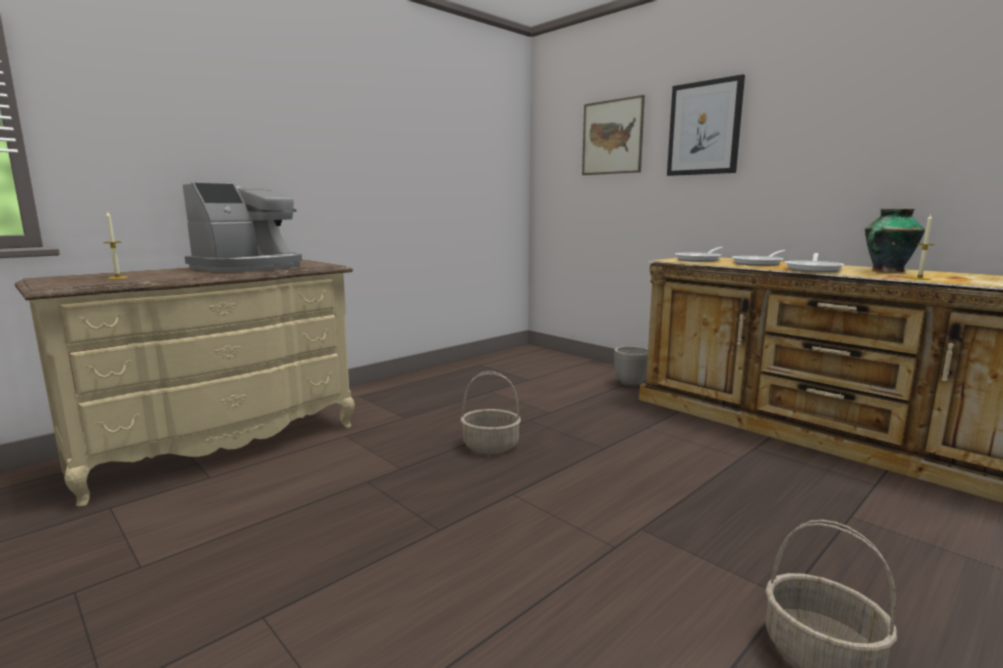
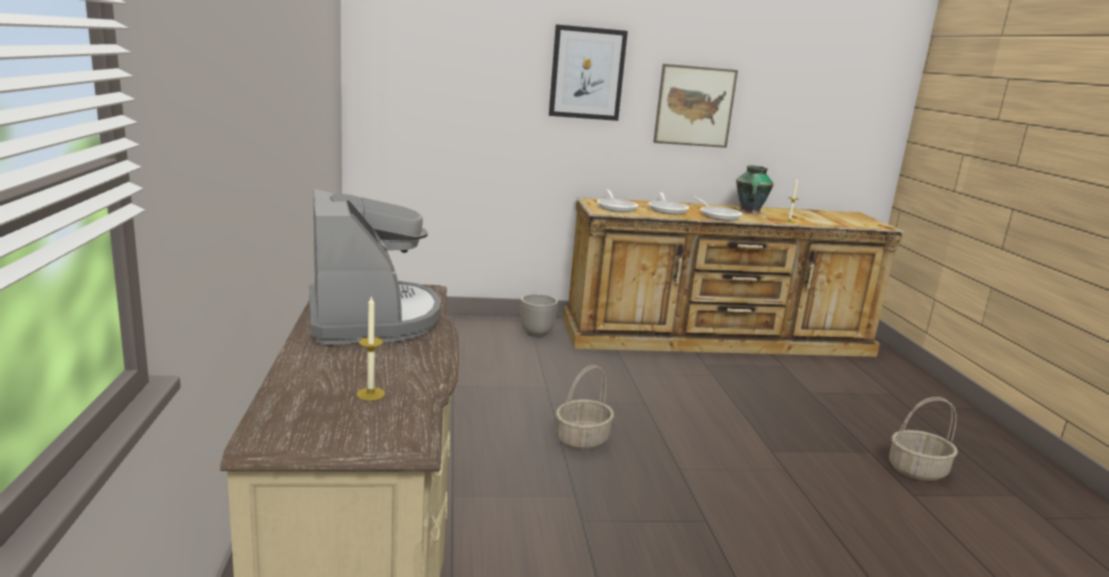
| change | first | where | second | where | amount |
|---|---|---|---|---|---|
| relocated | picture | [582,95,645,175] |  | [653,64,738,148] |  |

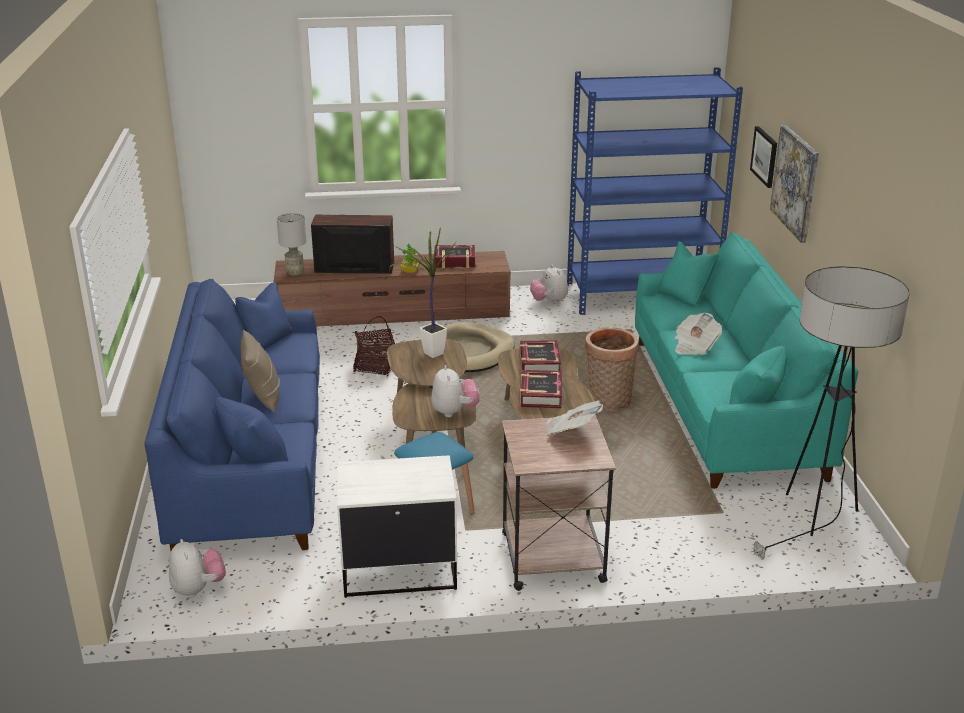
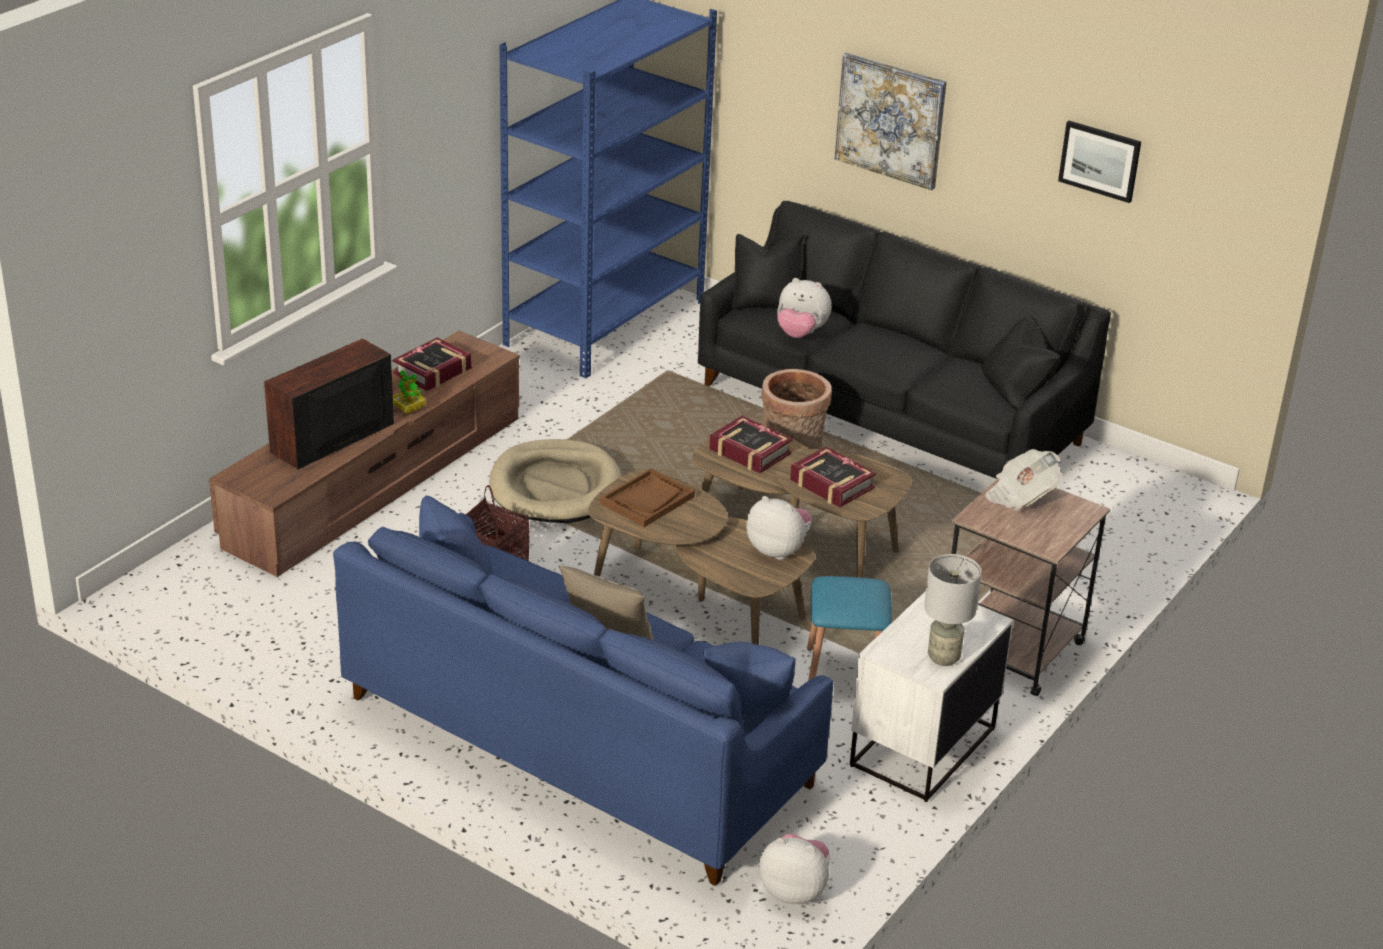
| change | first | where | second | where | amount |
|---|---|---|---|---|---|
| missing | newspaper | [675,313,722,355] |  |  |  |
| missing | floor lamp | [751,266,910,560] |  |  |  |
| relocated | grey table lamp | [276,213,307,276] |  | [924,554,981,666] |  |
| relocated | plush toy | [530,265,568,304] |  | [777,278,831,338] |  |
| relocated | picture | [750,126,777,188] |  | [1058,121,1141,203] |  |
| exchanged | potted plant | [389,227,466,358] | brown tray | [600,468,695,527] |  |
| colour | turquoise sofa | [635,232,858,489] | black sofa | [698,201,1111,479] |  |

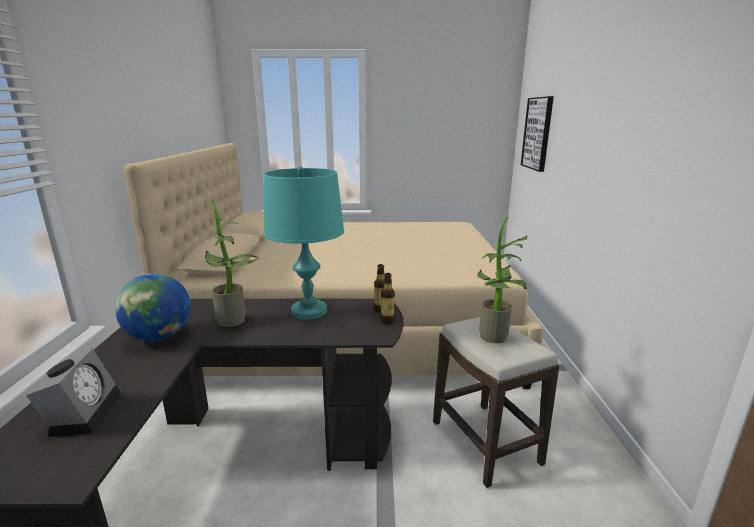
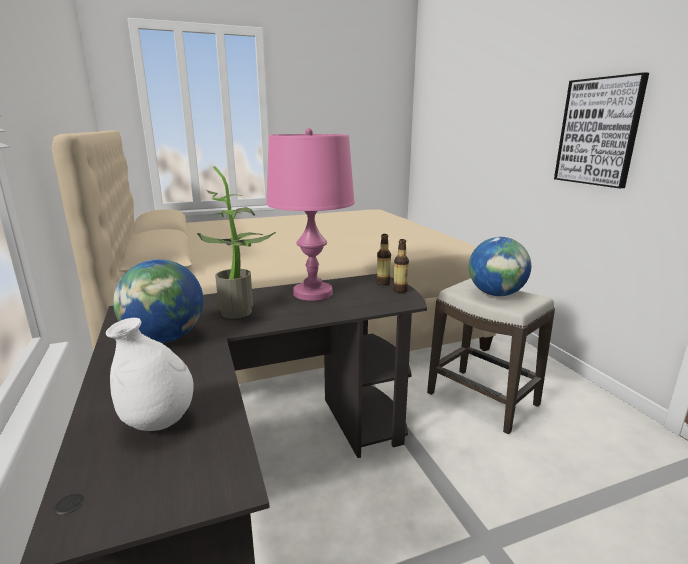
| change | first | where | second | where | amount |
|---|---|---|---|---|---|
| relocated | picture | [521,96,554,172] |  | [554,72,649,188] |  |
| exchanged | alarm clock | [26,348,121,437] | white vase | [106,318,194,431] |  |
| exchanged | potted plant | [478,216,528,343] | globe | [469,237,531,296] |  |
| colour | turquoise table lamp | [263,167,344,320] | pink table lamp | [266,128,355,301] |  |

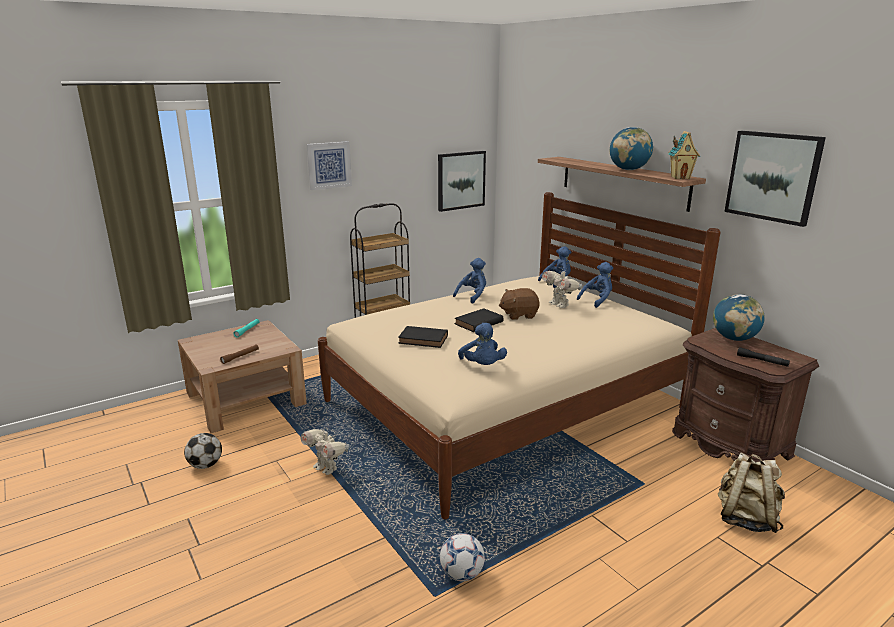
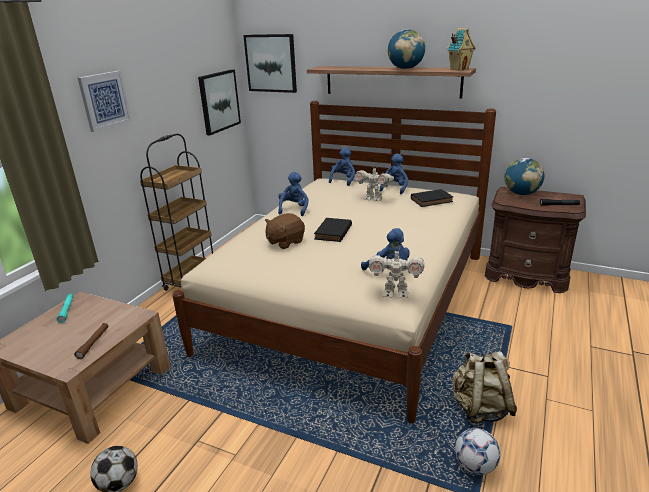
| change | first | where | second | where | amount |
|---|---|---|---|---|---|
| relocated | toy robot | [300,428,349,475] |  | [369,247,424,298] |  |
| relocated | black book | [398,326,448,348] |  | [411,189,453,207] |  |
| relocated | brown plush toy | [499,288,540,320] |  | [265,213,305,249] |  |
| relocated | beige backpack | [717,452,785,533] |  | [452,351,517,423] |  |
| relocated | picture | [724,131,826,227] |  | [243,34,297,93] |  |

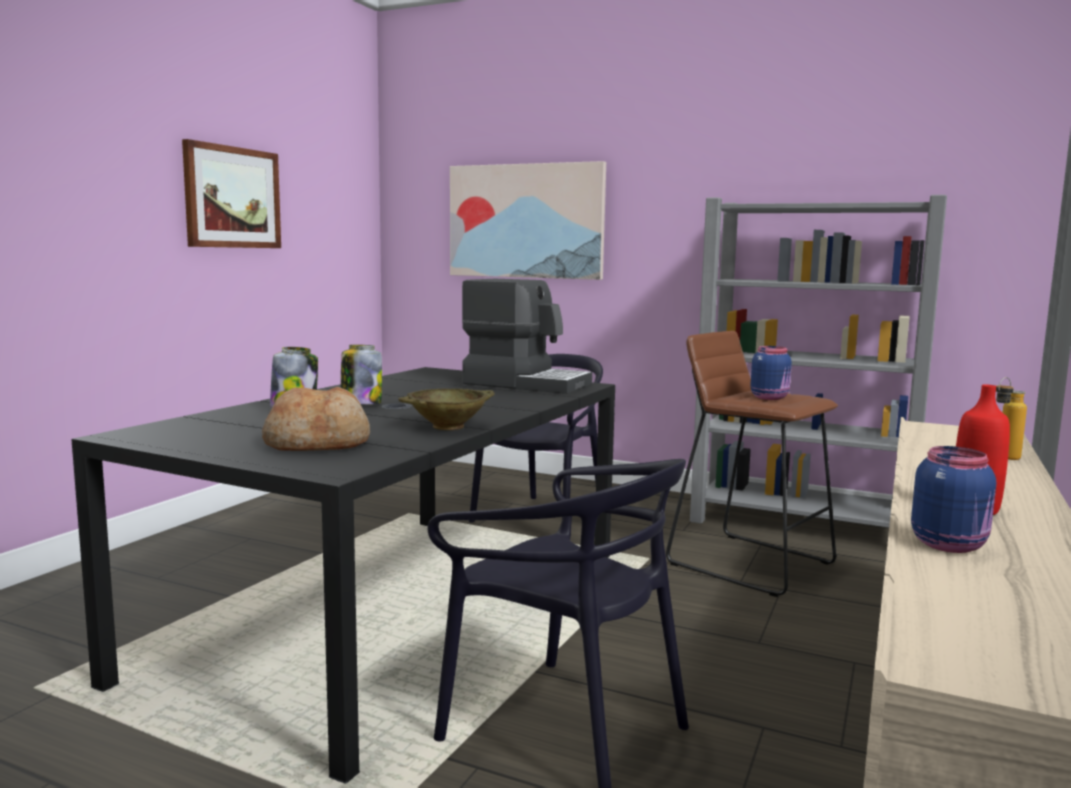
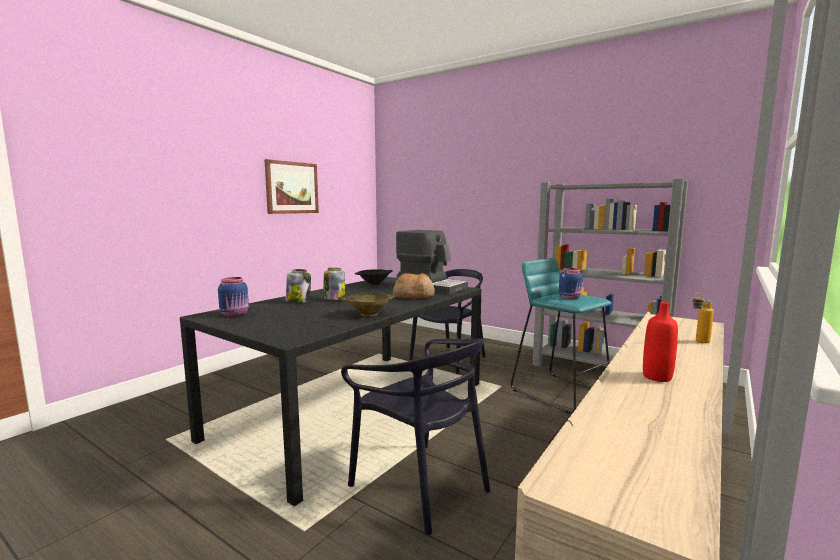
| change | first | where | second | where | amount |
|---|---|---|---|---|---|
| missing | picture | [450,161,606,280] |  |  |  |
| appeared |  |  | black bowl | [355,269,393,285] |  |
| relocated | bread | [262,387,370,451] |  | [393,273,435,299] |  |
| relocated | blue jar | [911,446,996,553] |  | [218,277,249,317] |  |
| colour | brown stool | [666,331,838,597] | turquoise stool | [511,258,612,414] |  |

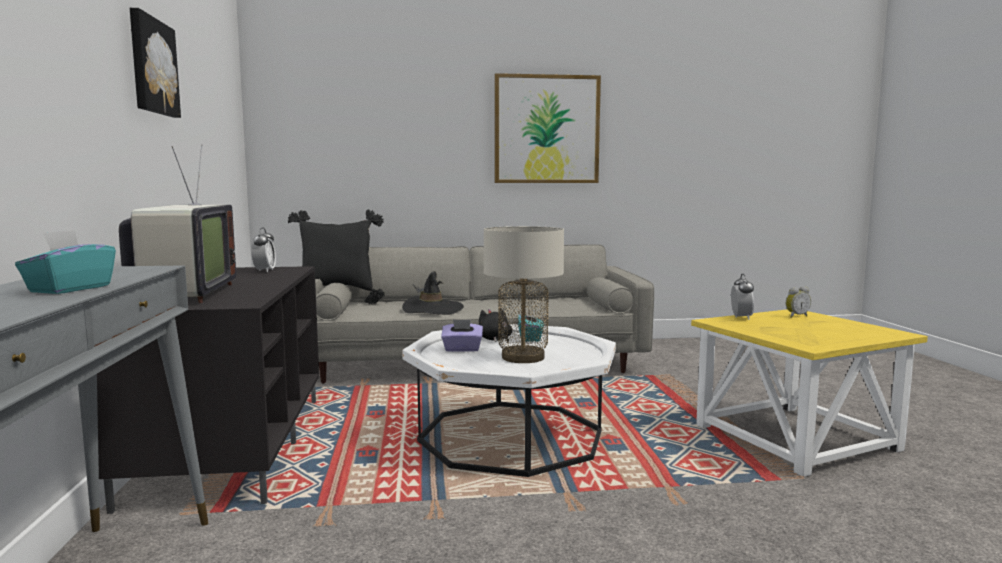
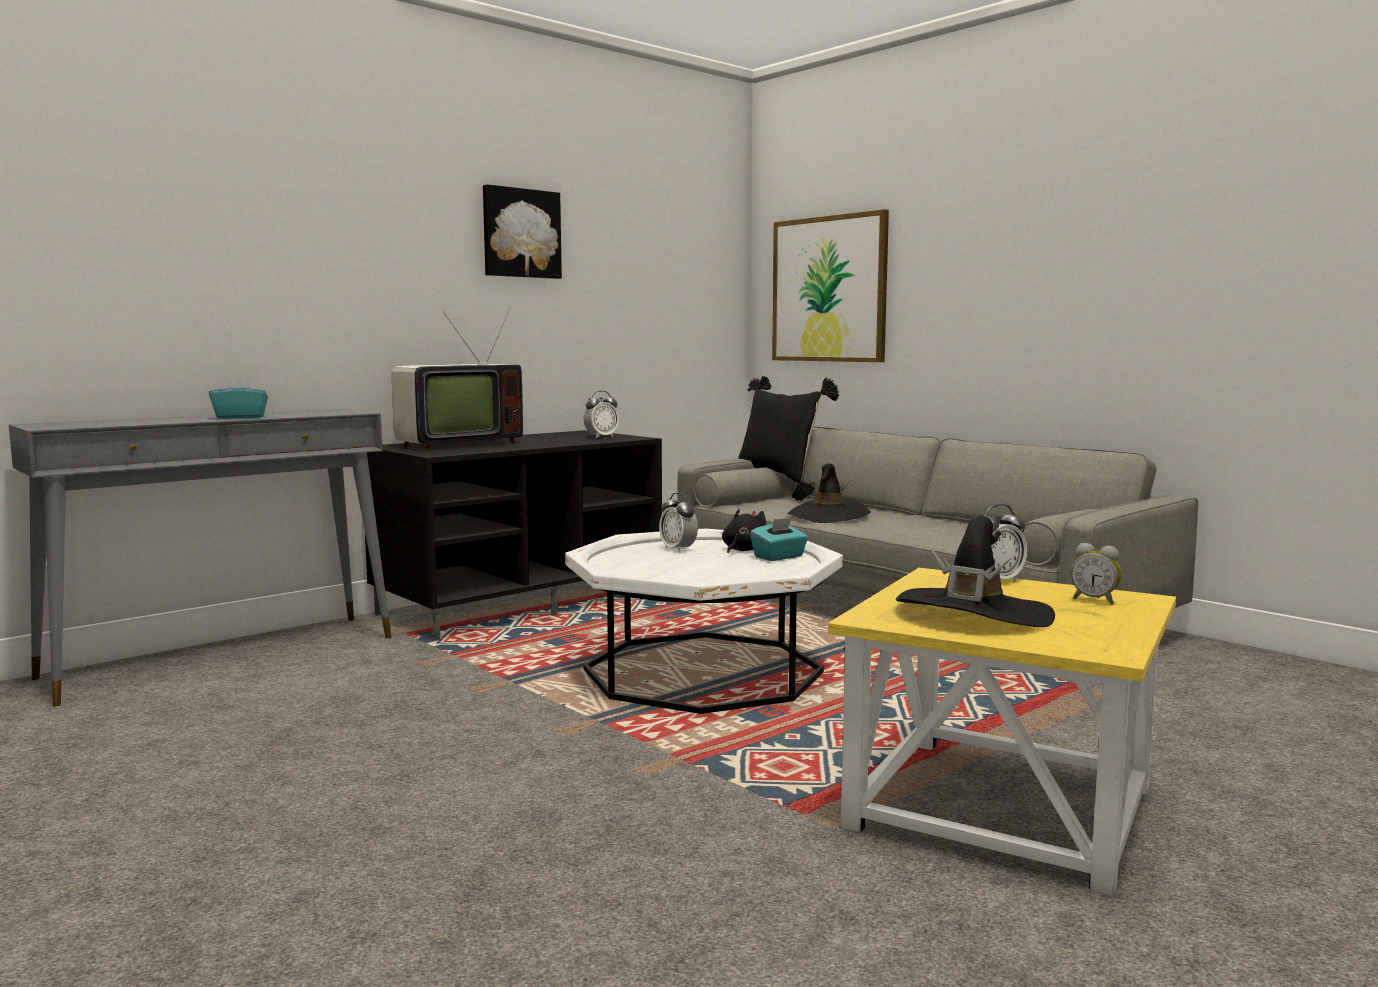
| change | first | where | second | where | amount |
|---|---|---|---|---|---|
| missing | table lamp | [484,226,564,363] |  |  |  |
| appeared |  |  | black hat | [895,516,1055,627] |  |
| relocated | picture | [494,73,601,183] |  | [772,209,889,362] |  |
| exchanged | purple tissue box | [441,319,483,352] | alarm clock | [659,493,698,552] |  |

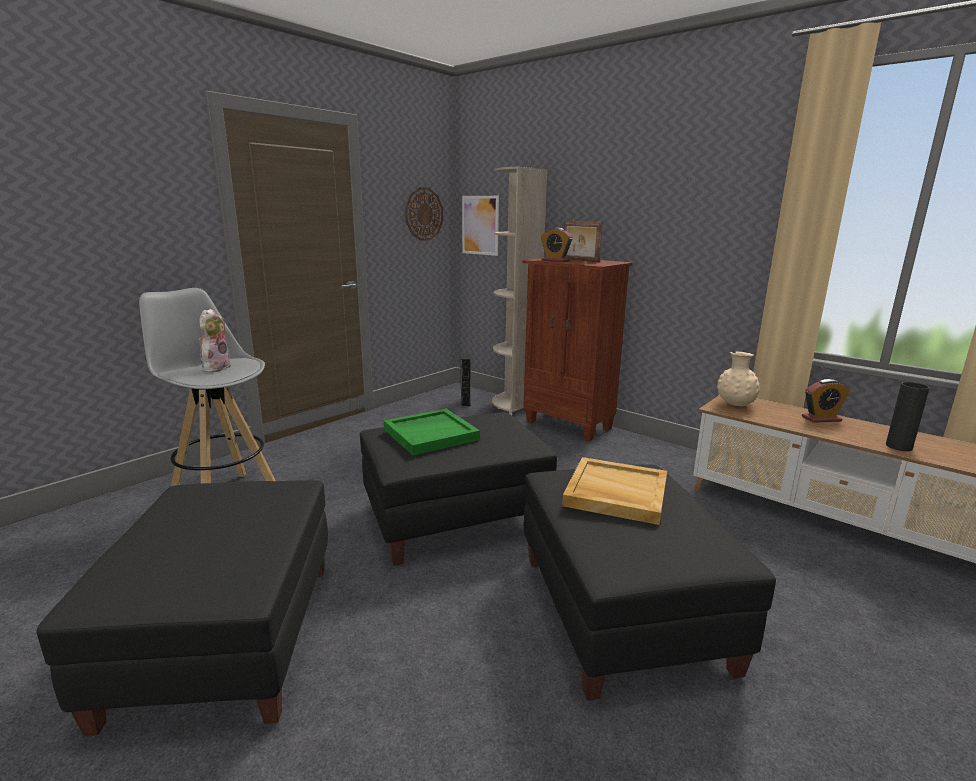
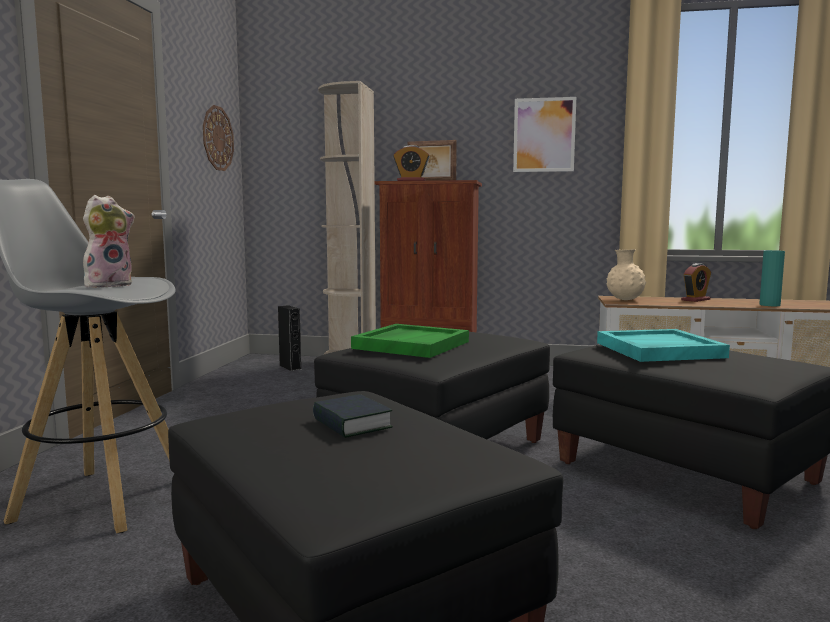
| change | first | where | second | where | amount |
|---|---|---|---|---|---|
| appeared |  |  | book | [313,394,393,438] |  |
| relocated | picture | [462,196,499,256] |  | [513,97,576,172] |  |
| colour | beige tray | [562,457,667,525] | turquoise tray | [597,329,730,362] |  |
| colour | black vase | [886,382,930,451] | turquoise vase | [759,250,785,306] |  |
| spun | plush toy | [199,309,232,372] |  | [83,195,135,288] | 60 degrees clockwise |

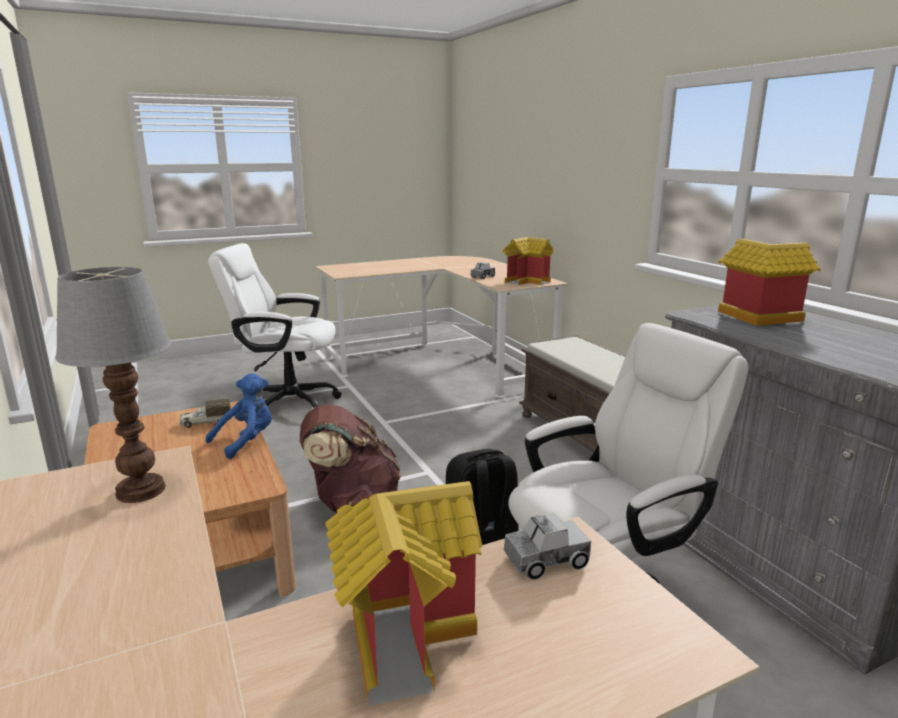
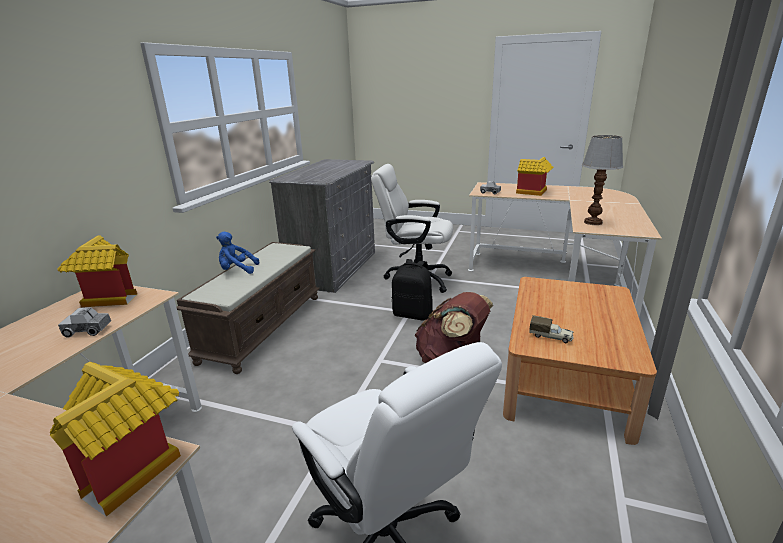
| change | first | where | second | where | amount |
|---|---|---|---|---|---|
| relocated | blue plush toy | [205,373,272,459] |  | [216,232,259,274] |  |
| relocated | toy house | [718,239,821,326] |  | [50,362,181,517] |  |

